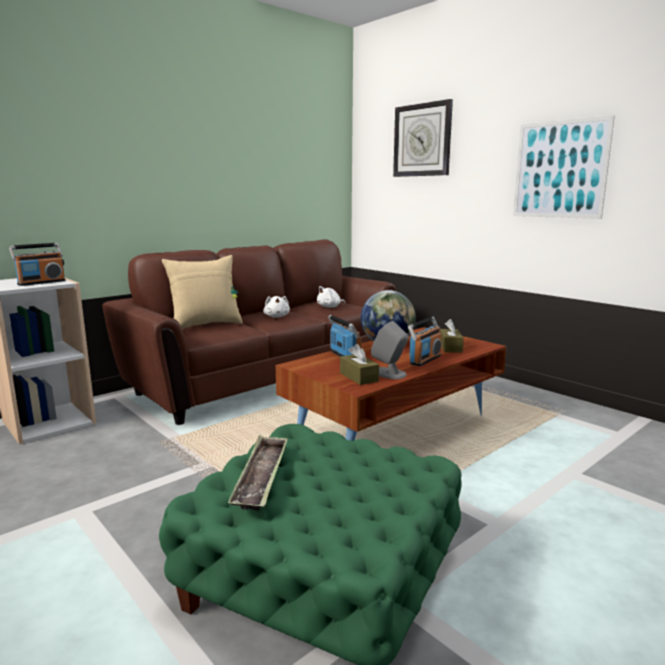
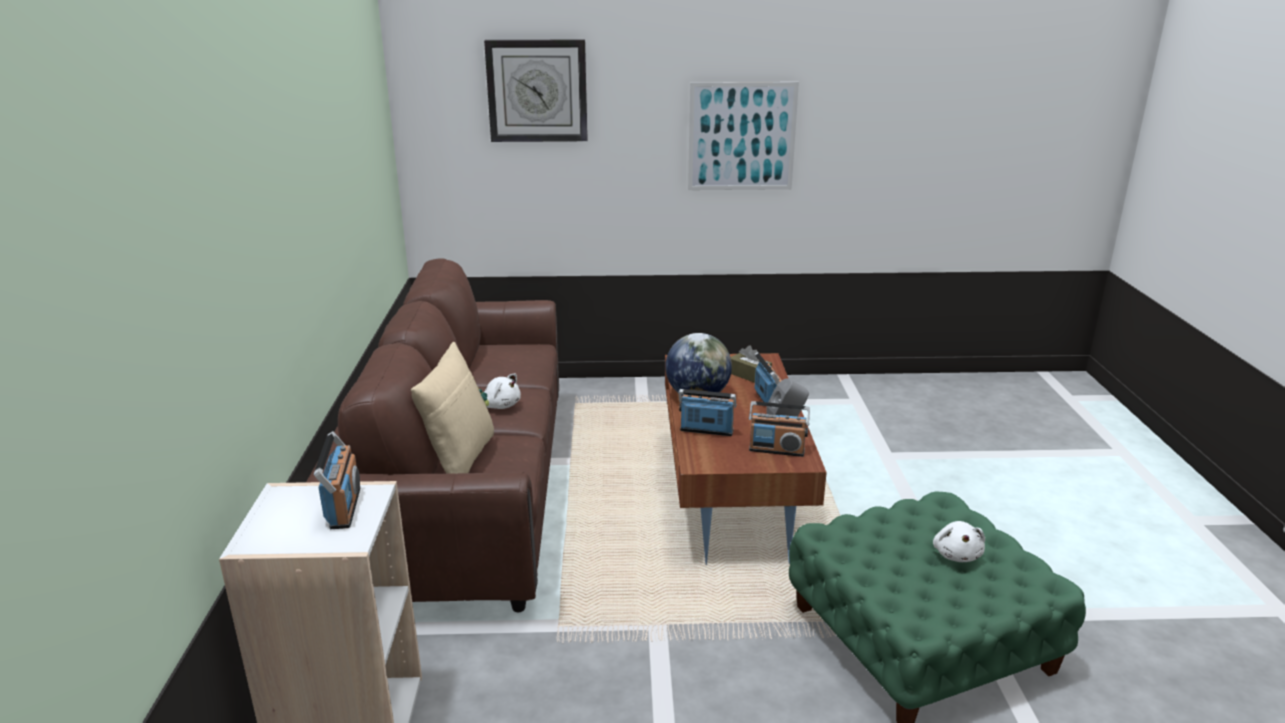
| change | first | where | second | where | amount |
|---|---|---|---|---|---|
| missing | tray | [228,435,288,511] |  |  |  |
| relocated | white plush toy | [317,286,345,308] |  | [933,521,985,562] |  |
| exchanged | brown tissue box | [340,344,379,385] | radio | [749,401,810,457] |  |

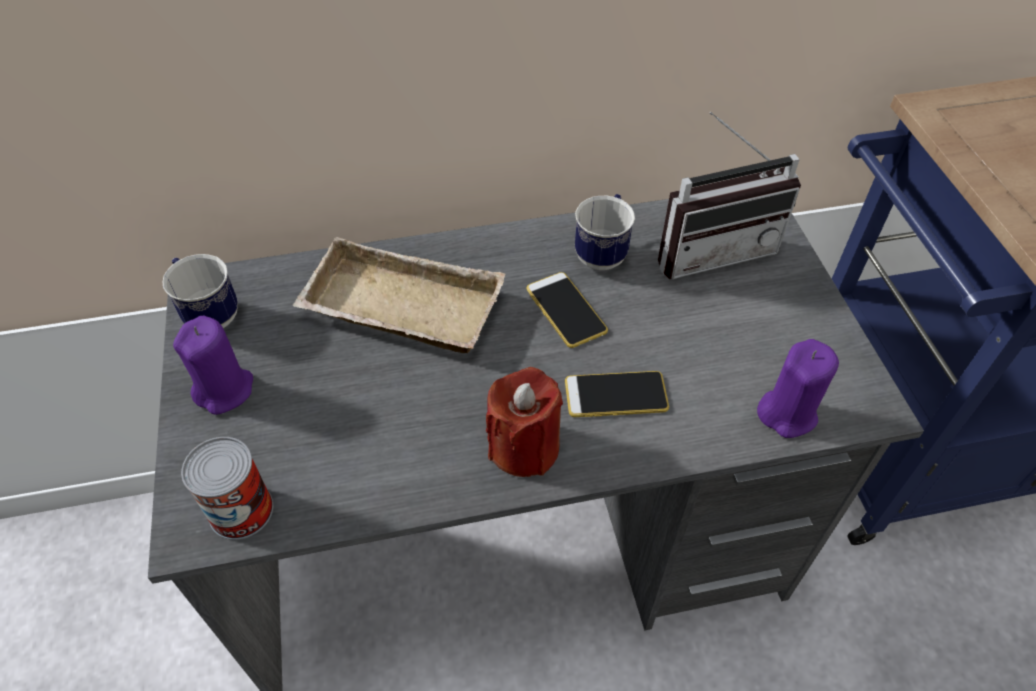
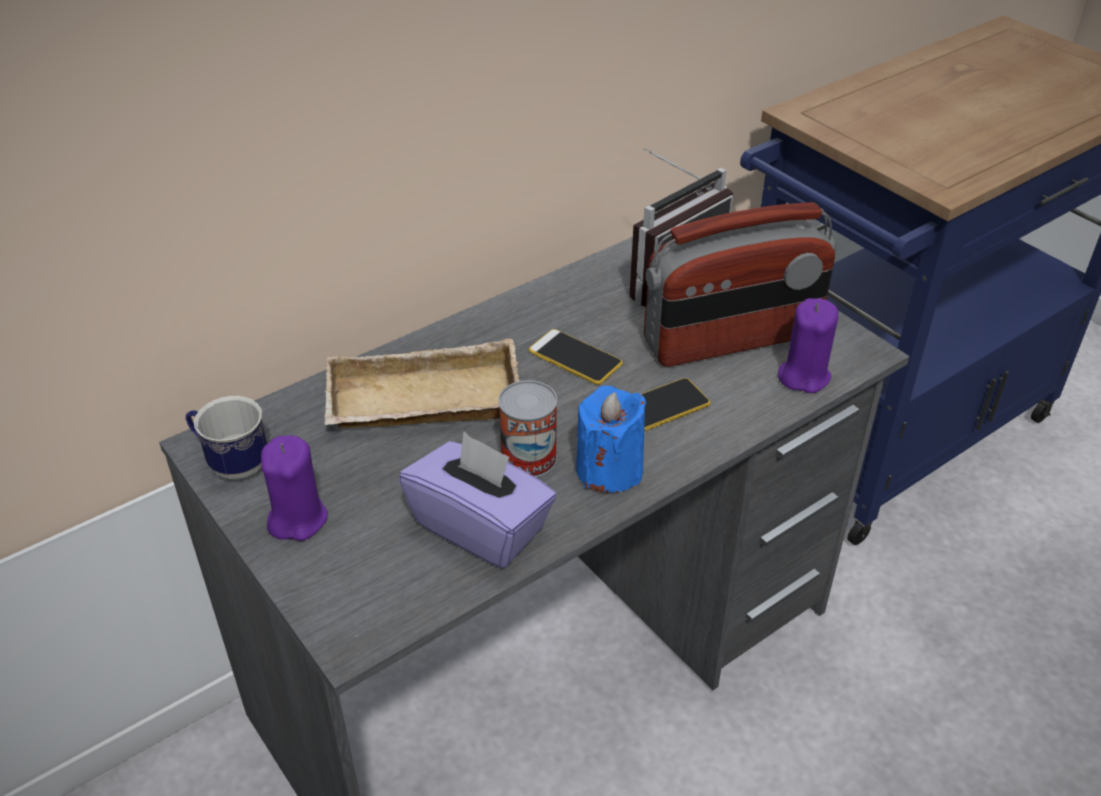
| change | first | where | second | where | amount |
|---|---|---|---|---|---|
| missing | mug | [575,194,635,270] |  |  |  |
| appeared |  |  | purple tissue box | [399,431,556,568] |  |
| appeared |  |  | radio | [644,202,836,367] |  |
| relocated | can | [181,437,273,540] |  | [498,380,557,477] |  |
| colour | red candle | [486,367,563,477] | blue candle | [576,386,646,493] |  |

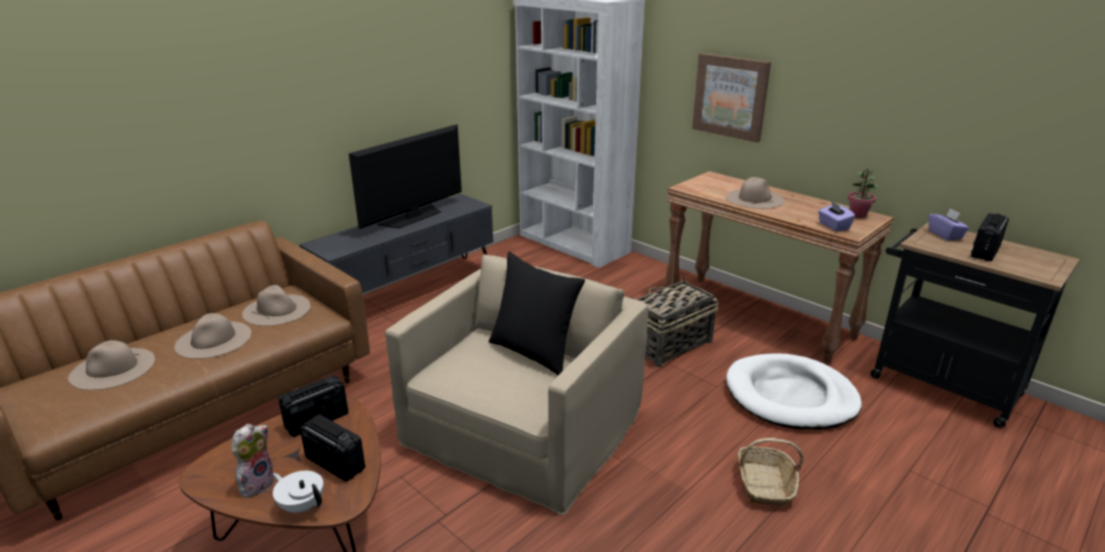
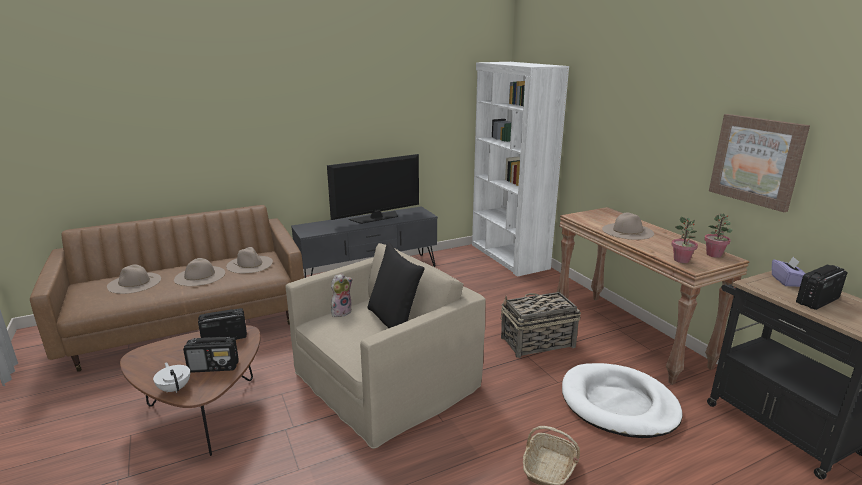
| change | first | where | second | where | amount |
|---|---|---|---|---|---|
| relocated | plush toy | [232,424,275,498] |  | [331,273,353,317] |  |
| relocated | picture | [692,53,771,143] |  | [709,114,810,212] |  |
| exchanged | purple tissue box | [818,201,855,231] | potted plant | [671,217,698,263] |  |
| spun | radio | [300,414,366,482] |  | [183,337,239,373] | 120 degrees clockwise |

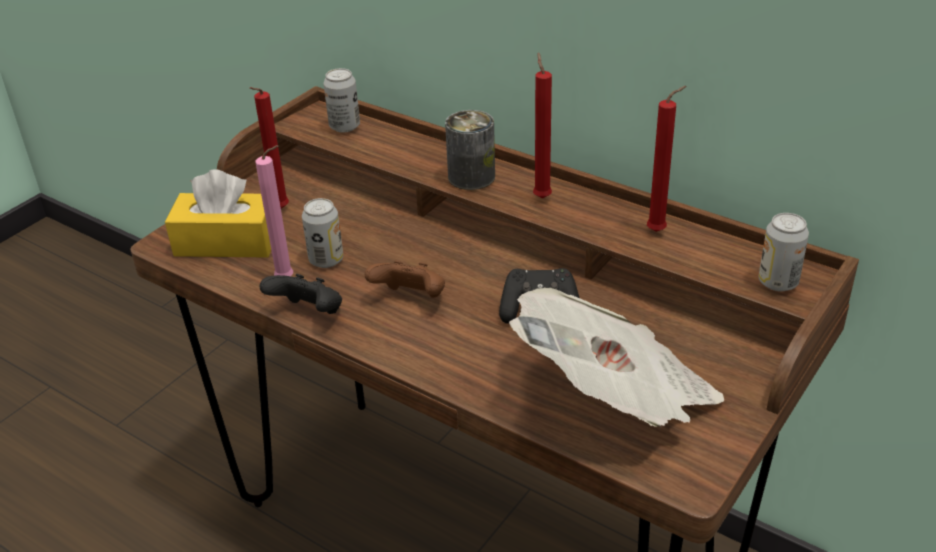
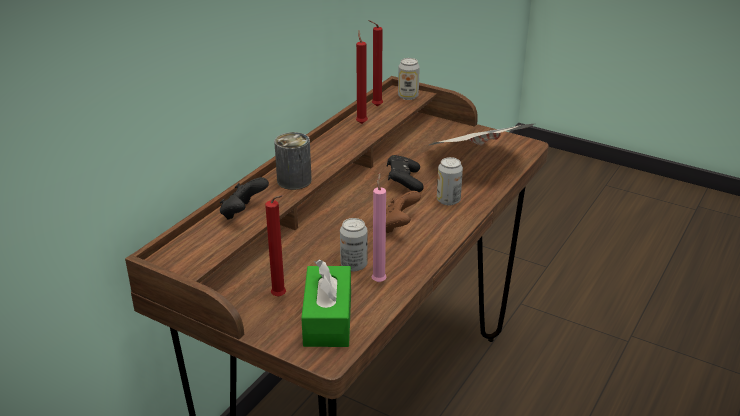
| change | first | where | second | where | amount |
|---|---|---|---|---|---|
| relocated | black game controller | [259,274,342,314] |  | [220,177,269,220] |  |
| relocated | can | [323,68,360,133] |  | [437,157,463,205] |  |
| relocated | red candle | [533,52,552,198] |  | [368,20,383,107] |  |
| colour | yellow tissue box | [165,170,271,258] | green tissue box | [301,259,351,347] |  |

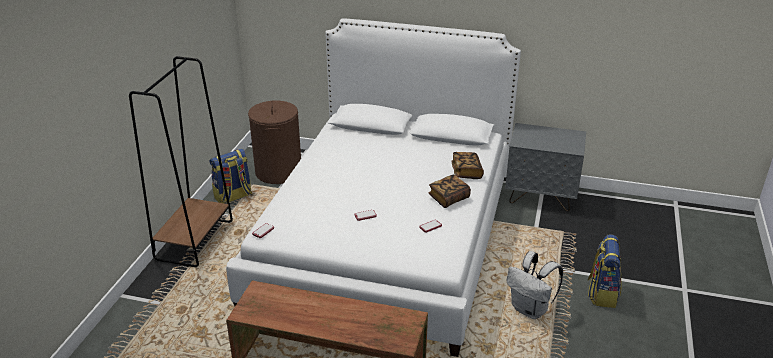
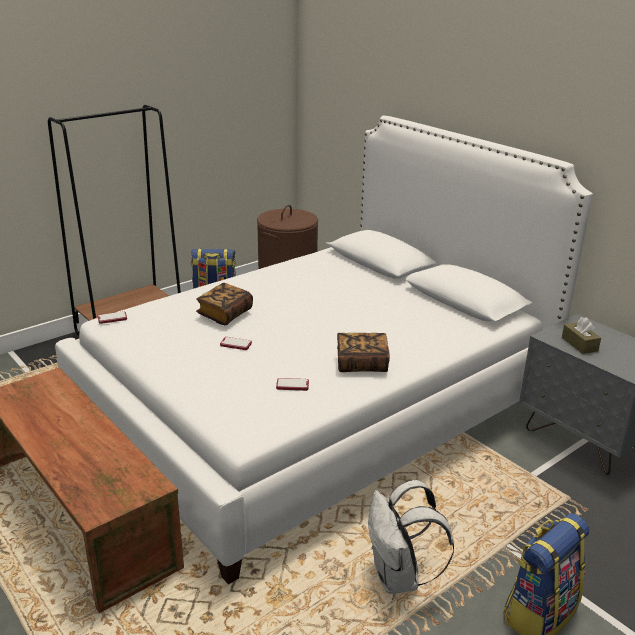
| change | first | where | second | where | amount |
|---|---|---|---|---|---|
| appeared |  |  | brown tissue box | [562,317,601,354] |  |
| relocated | book | [452,152,484,179] |  | [196,283,253,325] |  |

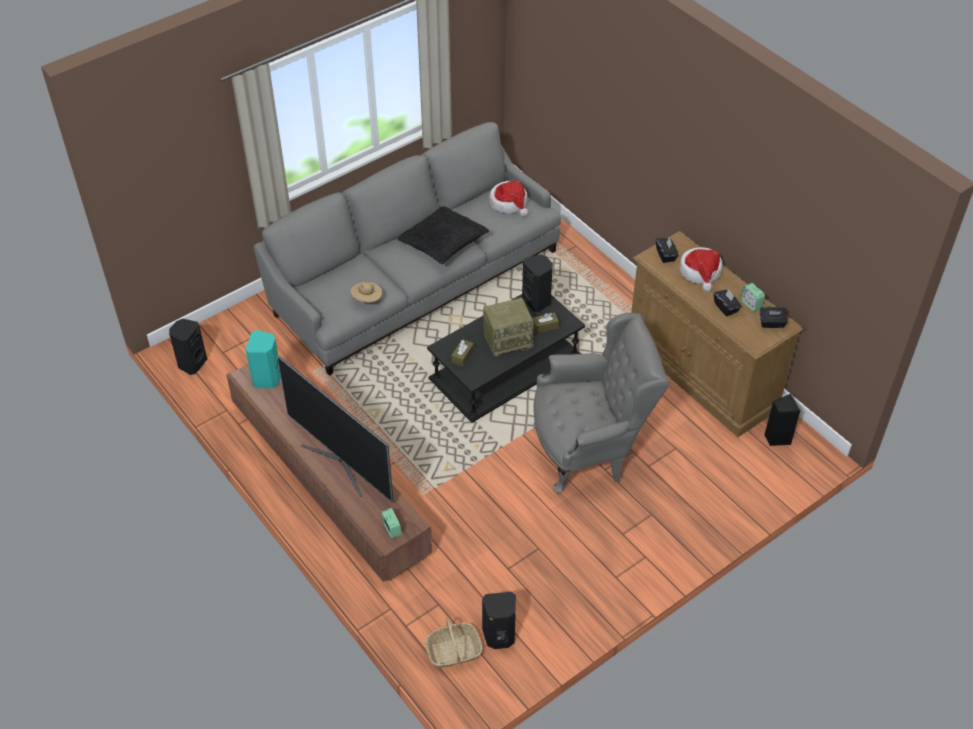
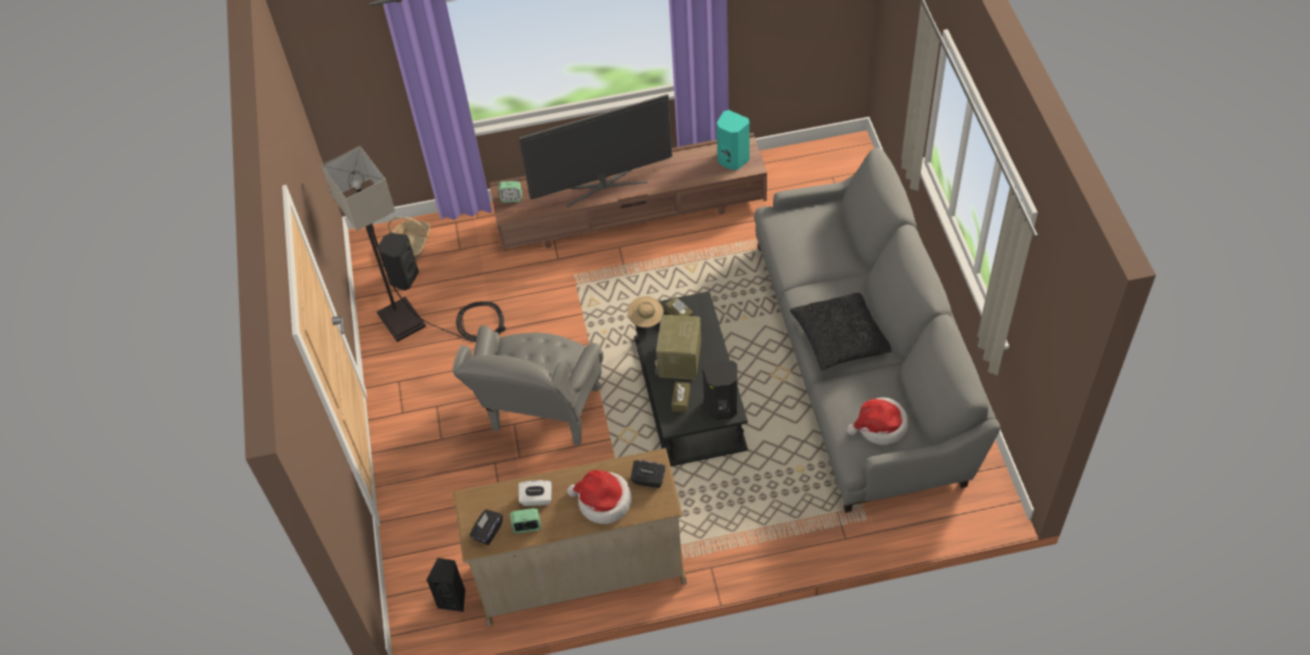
| change | first | where | second | where | amount |
|---|---|---|---|---|---|
| missing | black speaker | [169,319,207,375] |  |  |  |
| appeared |  |  | floor lamp | [321,146,506,342] |  |
| relocated | beige hat | [350,282,382,303] |  | [628,296,664,328] |  |
| colour | black tissue box | [714,289,741,316] | white tissue box | [519,480,552,506] |  |

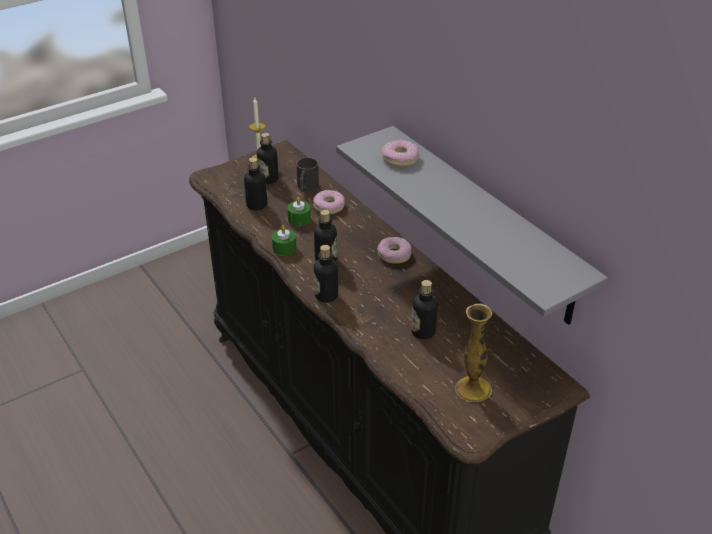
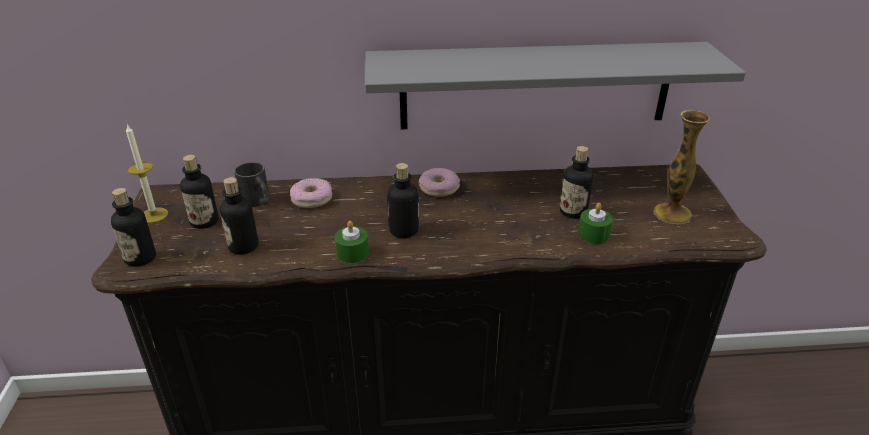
| change | first | where | second | where | amount |
|---|---|---|---|---|---|
| missing | donut | [382,140,419,167] |  |  |  |
| relocated | green candle | [287,197,311,226] |  | [578,203,613,244] |  |
| relocated | bottle | [314,245,338,303] |  | [111,188,156,267] |  |

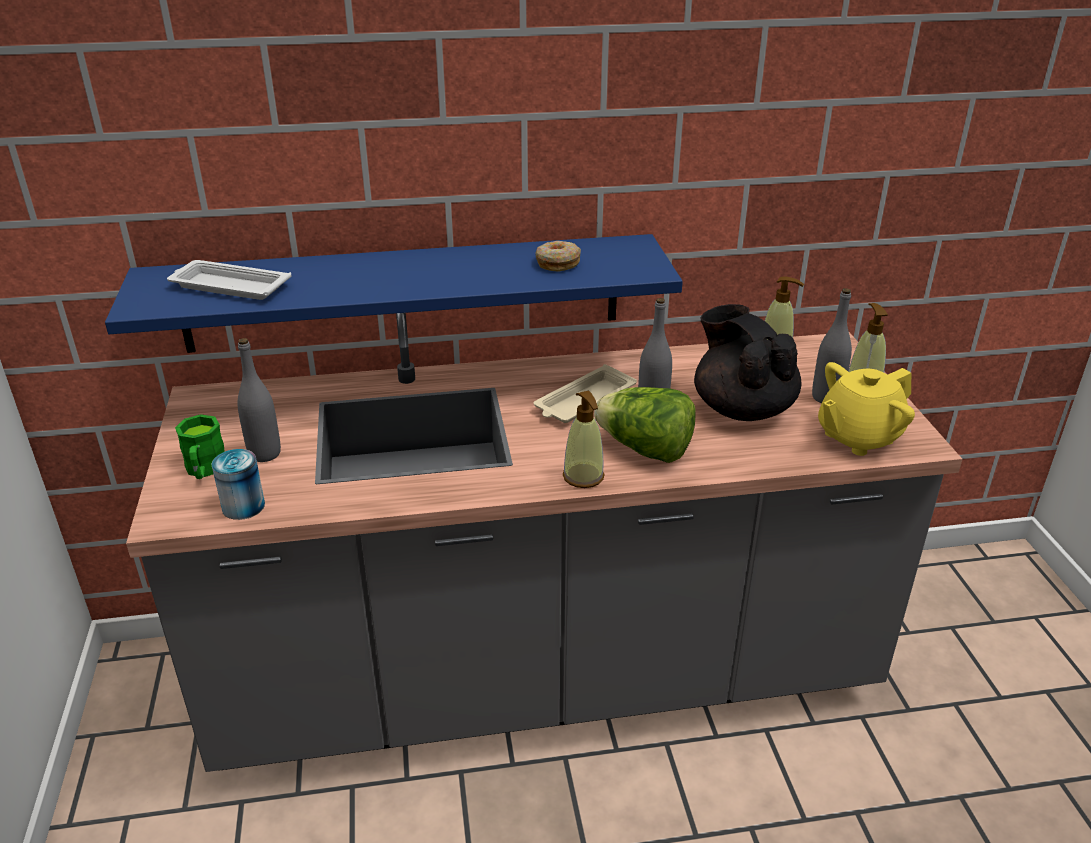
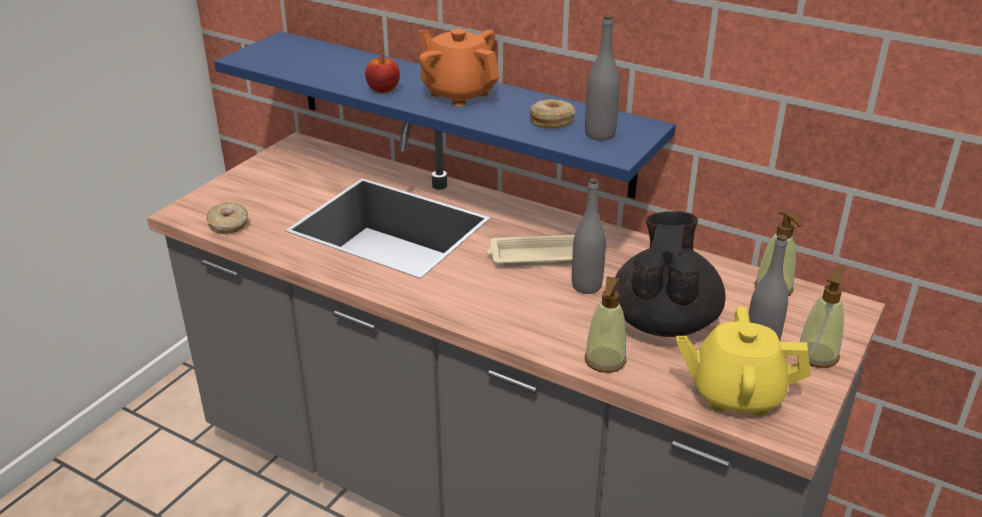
| change | first | where | second | where | amount |
|---|---|---|---|---|---|
| missing | white tray | [167,260,291,300] |  |  |  |
| missing | green mug | [175,414,225,479] |  |  |  |
| missing | lettuce | [594,387,695,463] |  |  |  |
| appeared |  |  | apple | [365,55,400,93] |  |
| appeared |  |  | orange teapot | [418,28,499,106] |  |
| relocated | grey bottle | [237,338,281,462] |  | [585,15,620,141] |  |
| relocated | soap dispenser | [563,391,605,488] |  | [585,276,626,373] |  |
| exchanged | can | [211,449,265,520] | donut | [207,203,248,234] |  |

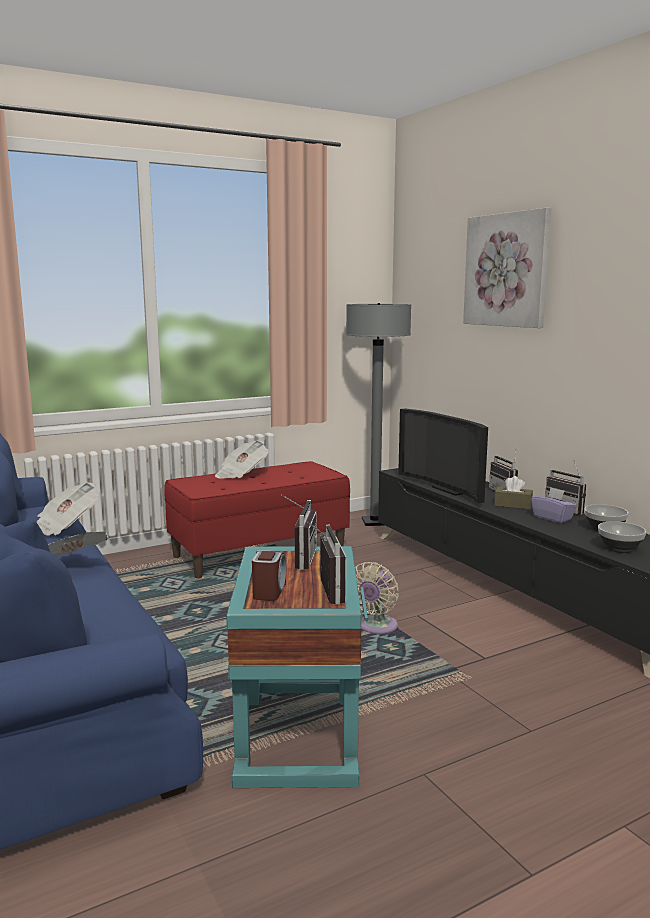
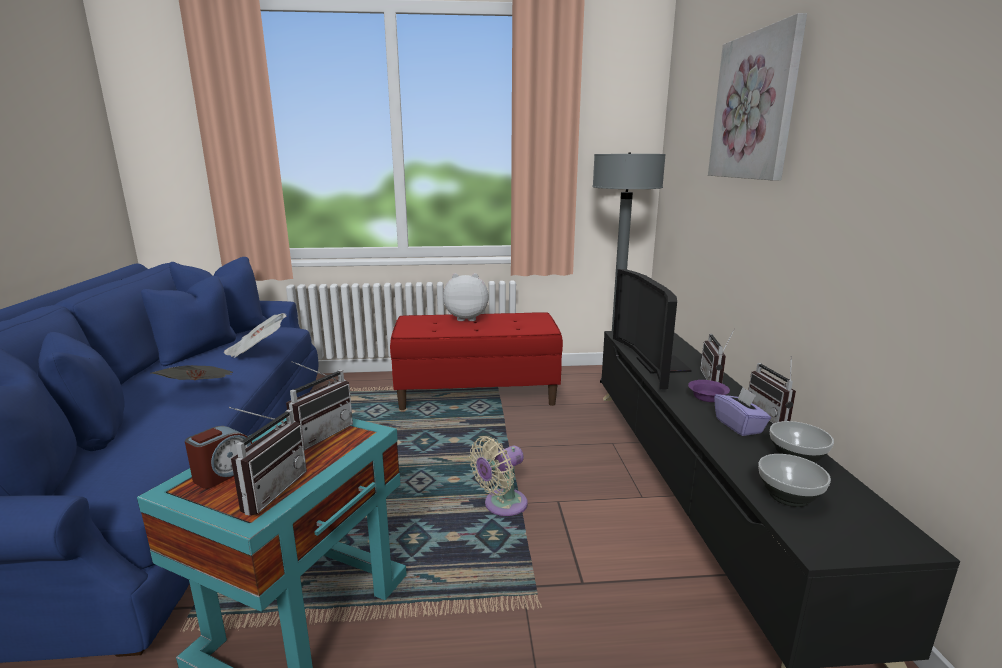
| change | first | where | second | where | amount |
|---|---|---|---|---|---|
| exchanged | newspaper | [215,440,269,479] | plush toy | [443,273,489,321] |  |
| exchanged | brown tissue box | [494,476,533,509] | purple bowl | [688,380,730,402] |  |

